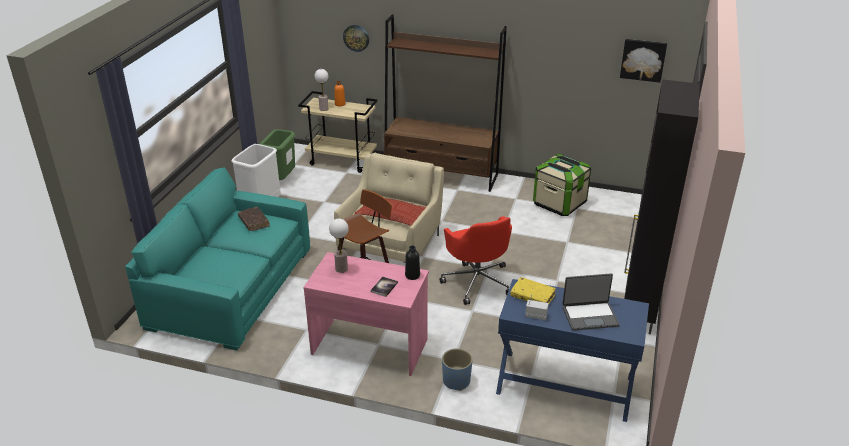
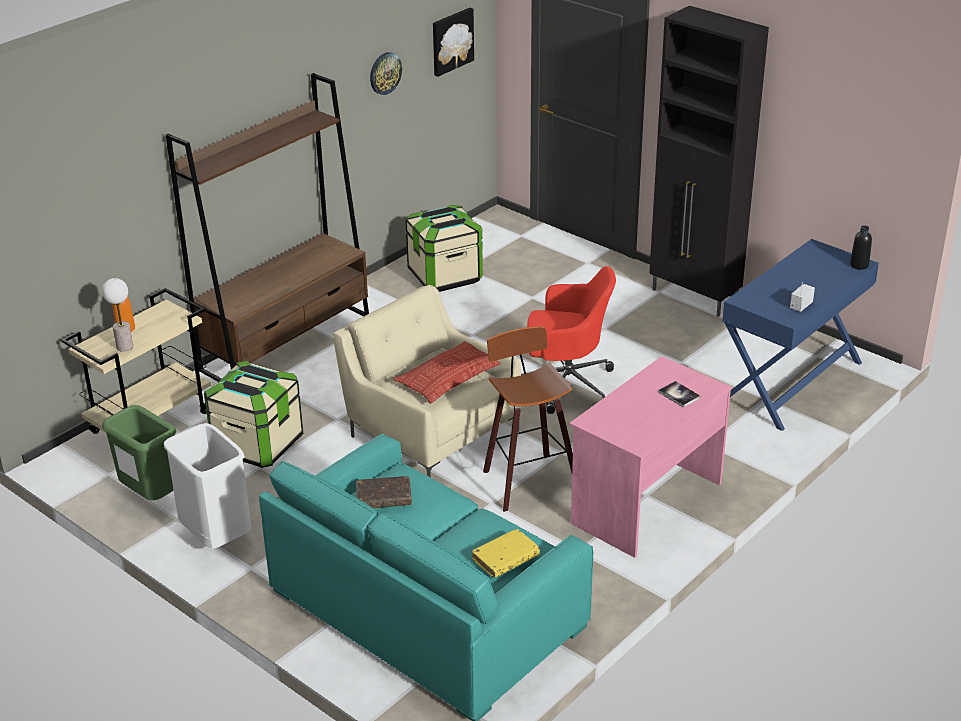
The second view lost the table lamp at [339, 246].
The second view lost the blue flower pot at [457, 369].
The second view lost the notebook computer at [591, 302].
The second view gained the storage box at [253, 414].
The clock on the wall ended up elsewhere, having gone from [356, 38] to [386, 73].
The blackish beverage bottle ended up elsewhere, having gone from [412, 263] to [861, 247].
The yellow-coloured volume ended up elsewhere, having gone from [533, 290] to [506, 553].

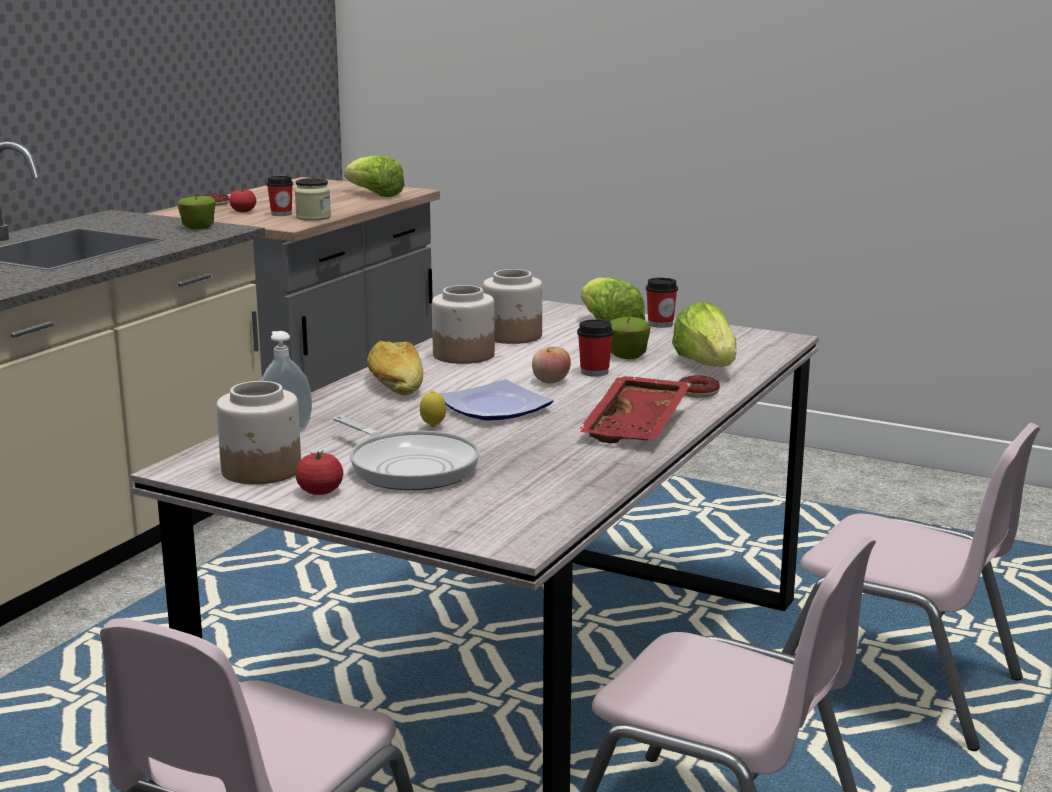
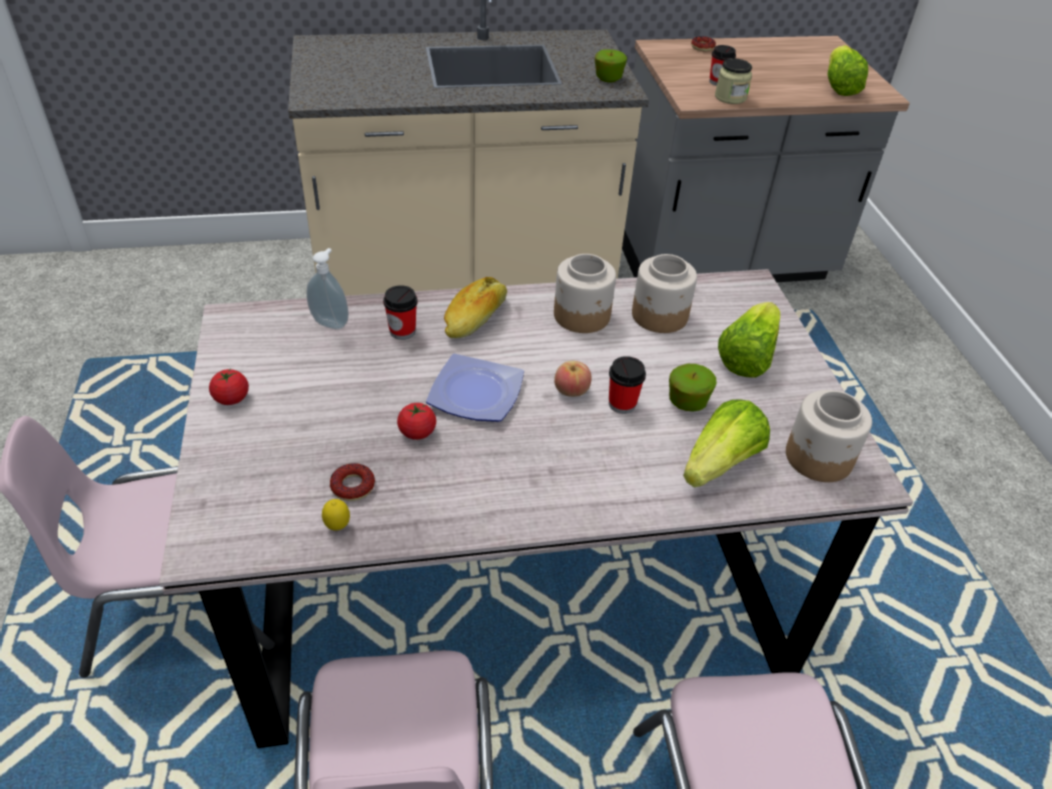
The second view lost the pan at [406, 452].
The second view lost the red-coloured serving tray at [634, 409].
The jar ended up elsewhere, having gone from [258, 433] to [829, 436].
The tomato ended up elsewhere, having gone from [242, 199] to [416, 421].
The lemon ended up elsewhere, having gone from [433, 409] to [336, 515].
The cup ended up elsewhere, having gone from [662, 302] to [400, 312].
The doughnut ended up elsewhere, having gone from [699, 387] to [352, 482].

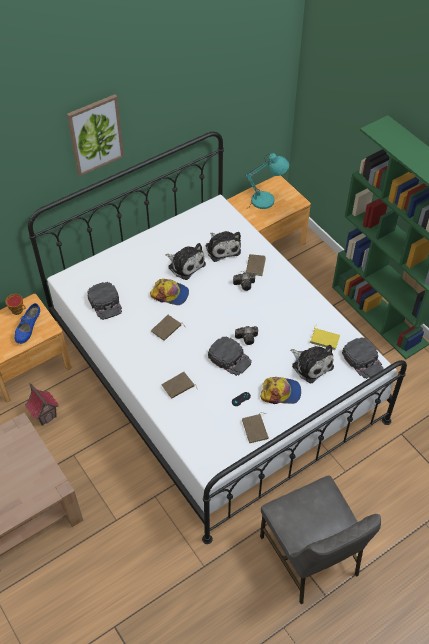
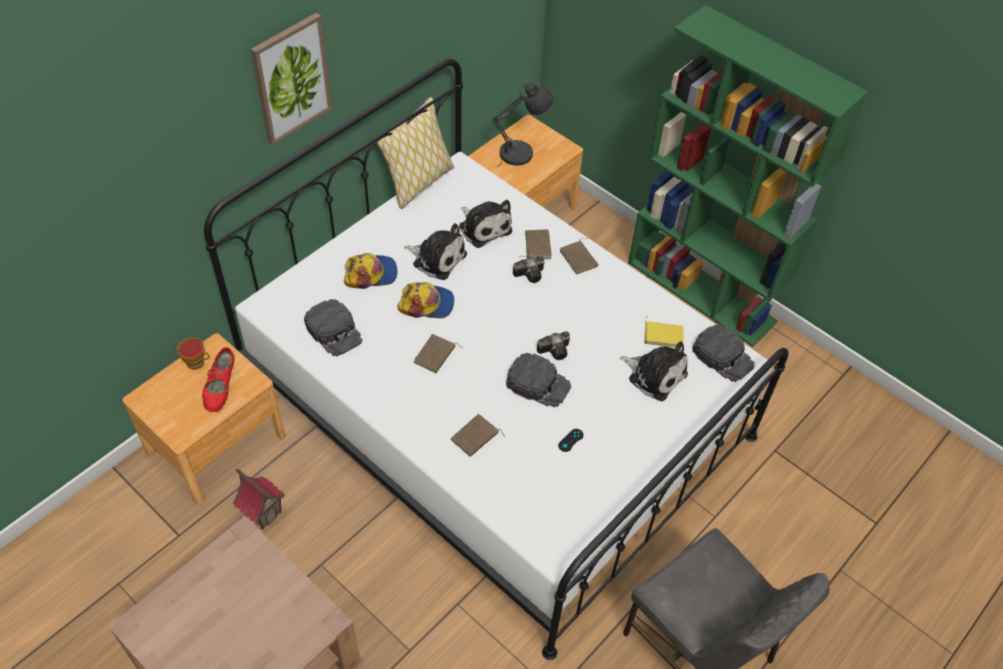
The second view gained the cushion at [415, 153].
The brown-coloured volume ended up elsewhere, having gone from [255, 428] to [578, 258].
The baseball cap ended up elsewhere, having gone from [280, 390] to [370, 271].
What was the blue low shoe at [27, 323] turned into the red-coloured low shoe at [218, 379].
What was the turquoise table lamp at [267, 181] turned into the greyish table lamp at [523, 124].

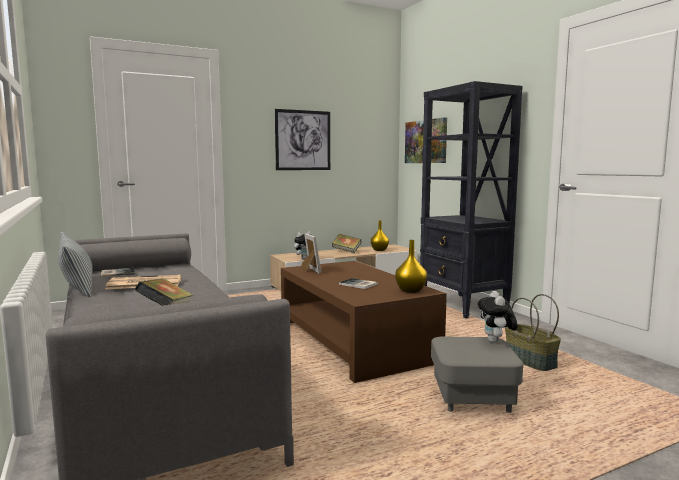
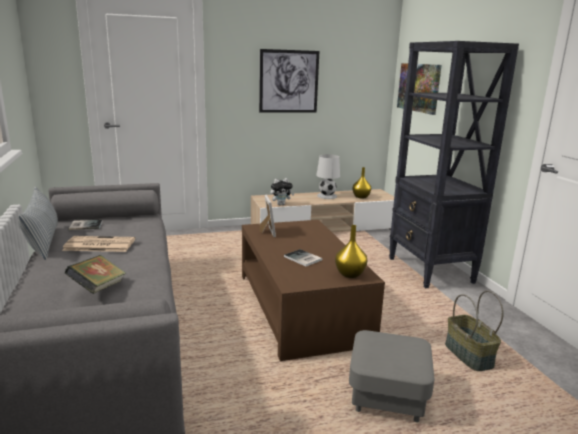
The second view lost the cuddly toy at [498, 317].
Where the volume stood at [347, 243], the whitish table lamp came to stand at [328, 176].

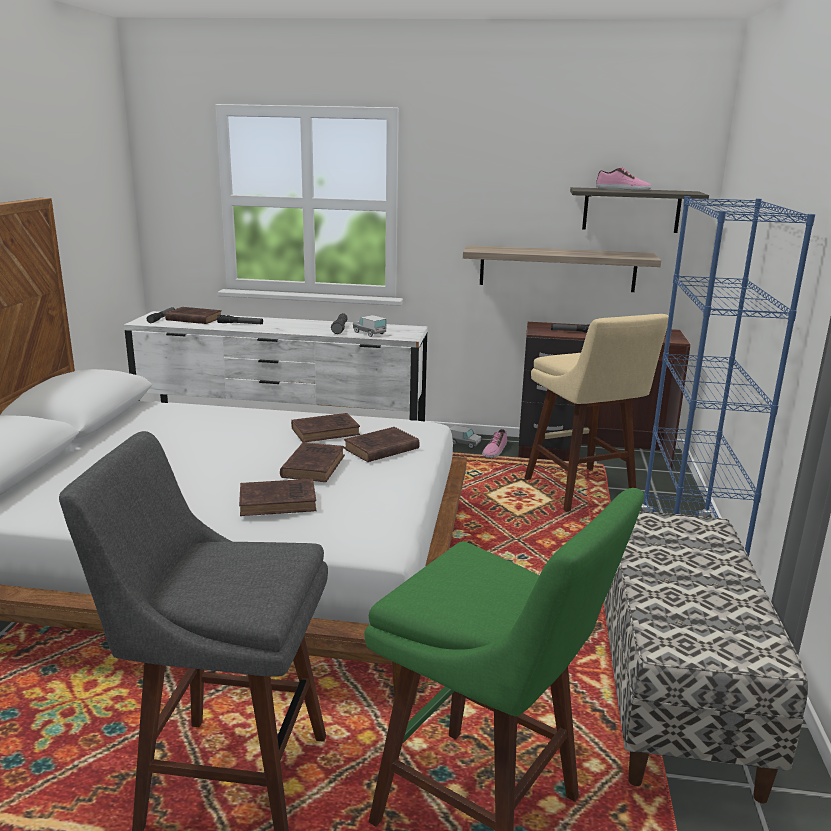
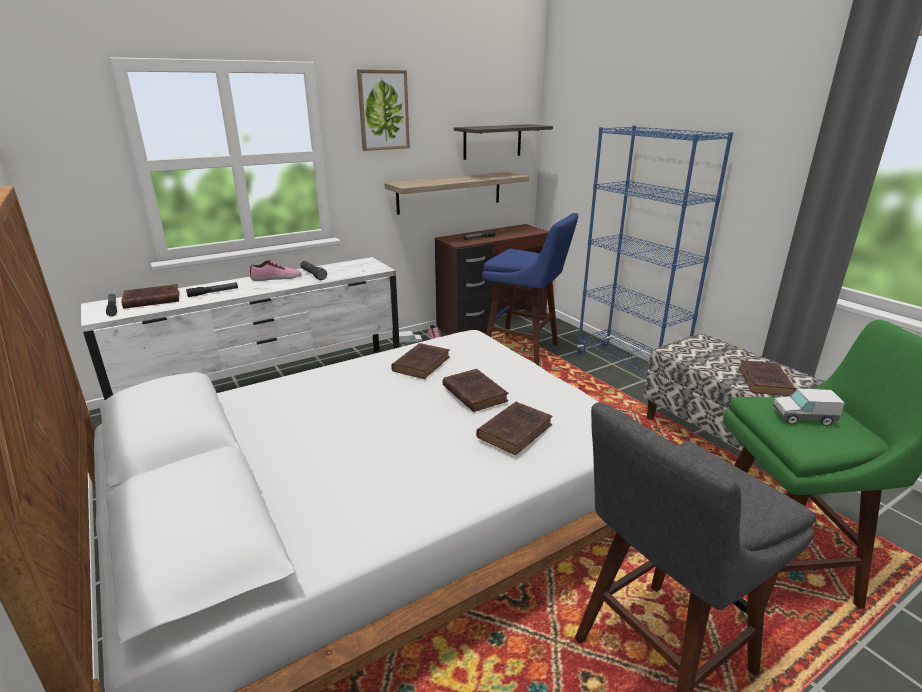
The second view gained the wall picture at [383, 110].
The brown-coloured volume ended up elsewhere, having gone from [382, 444] to [767, 378].
The model truck ended up elsewhere, having gone from [370, 326] to [809, 407].
The low shoe ended up elsewhere, having gone from [624, 178] to [275, 270].
What was the beige-coloured stool at [597, 413] turned into the blue stool at [530, 289].

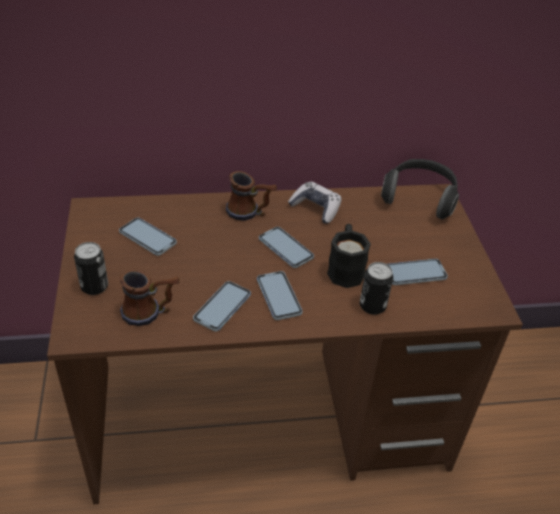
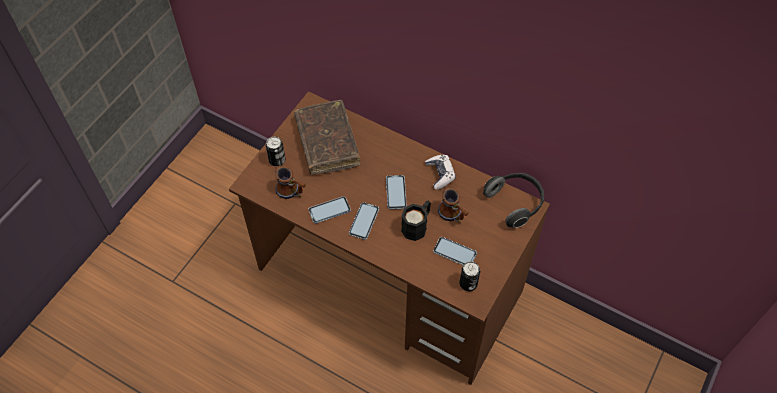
The coffee mug ended up elsewhere, having gone from [251, 196] to [453, 205].
The metal can ended up elsewhere, having gone from [376, 288] to [470, 276].
Where the telephone stood at [148, 237], the brown-coloured volume came to stand at [327, 137].

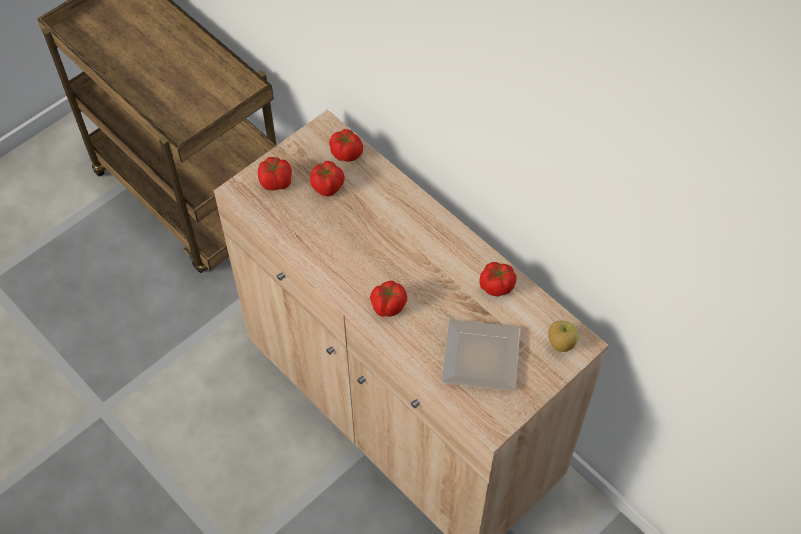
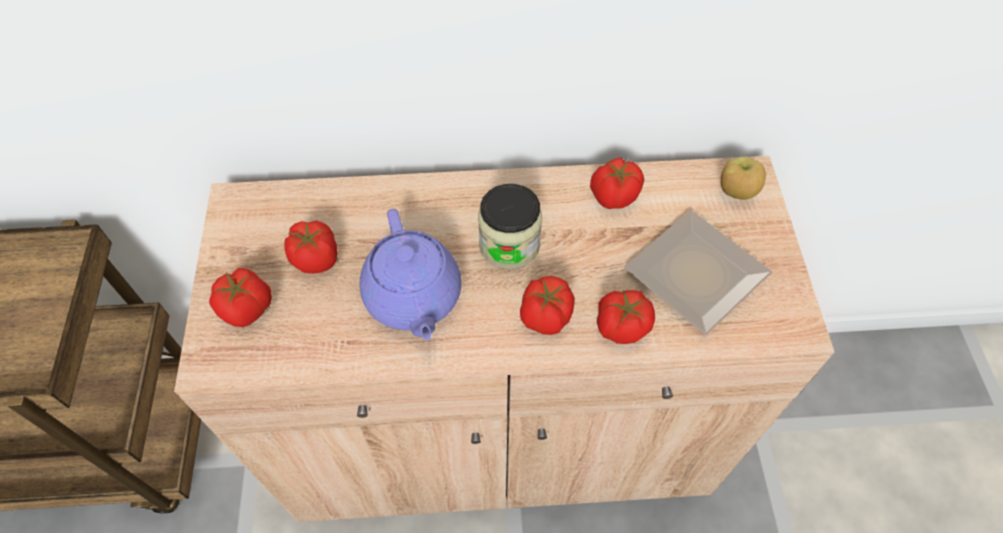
The second view gained the purplish tea pot at [410, 274].
The second view gained the jar at [510, 226].
The tomato ended up elsewhere, having gone from [346, 145] to [626, 317].

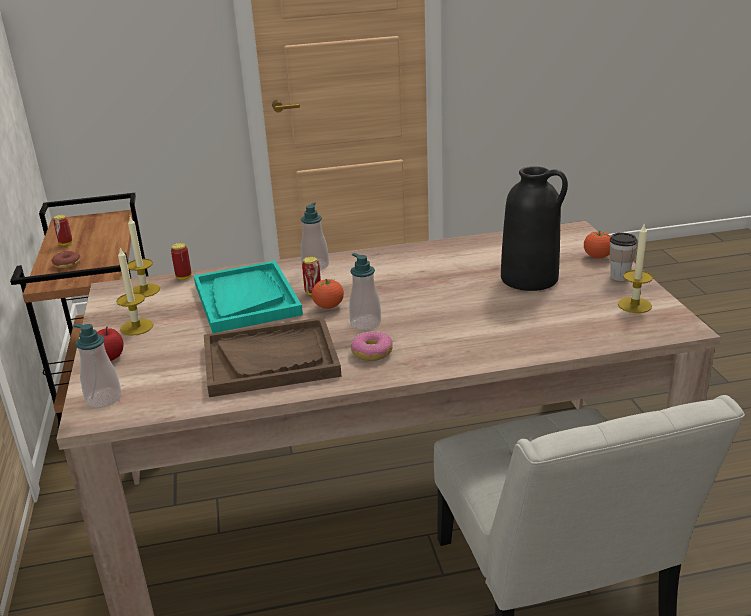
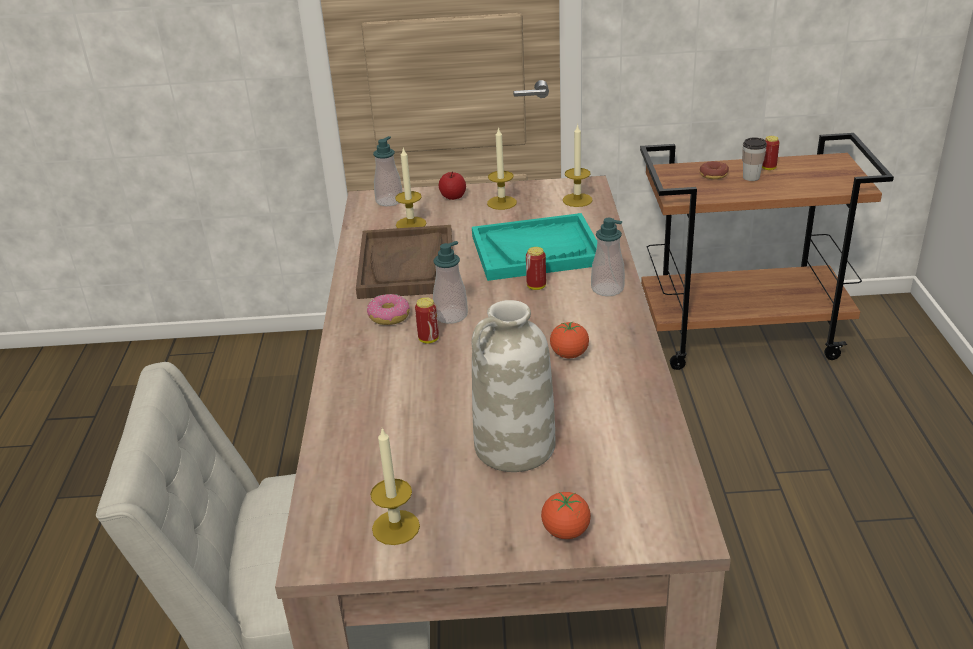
The second view gained the wax light at [410, 188].
The metal can ended up elsewhere, having gone from [181, 261] to [427, 320].
The tomato ended up elsewhere, having gone from [328, 294] to [569, 340].
The cup ended up elsewhere, having gone from [624, 257] to [754, 159].
What was the blackish flower vase at [534, 228] turned into the whitish flower vase at [514, 386].

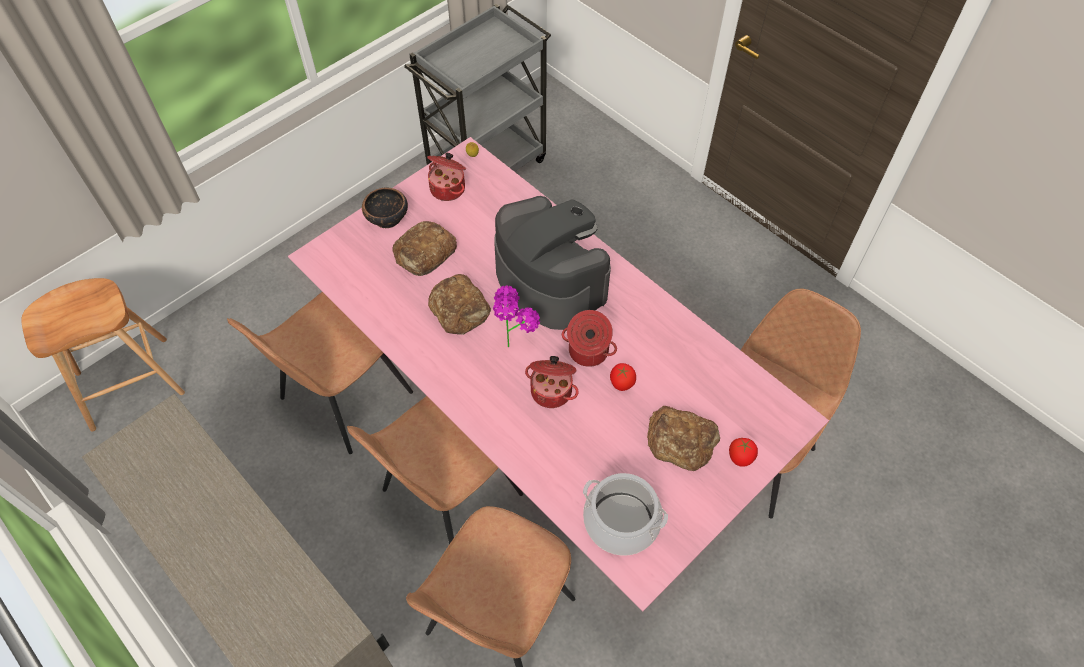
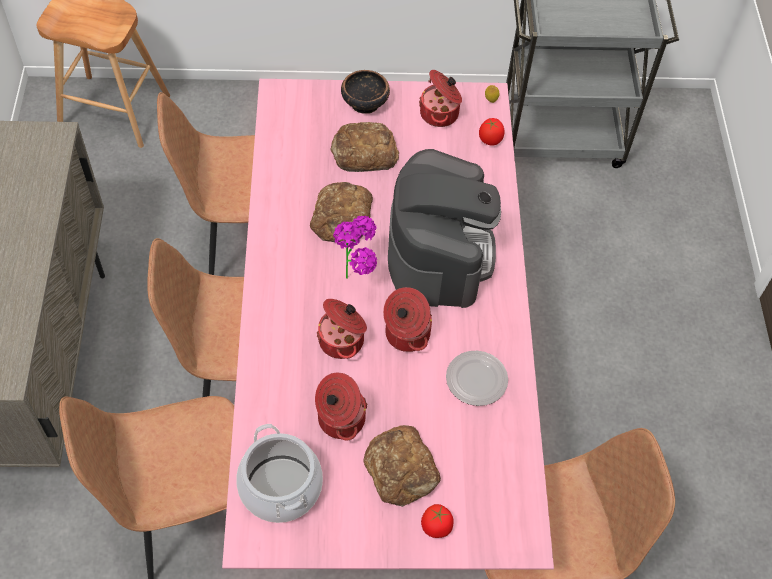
The second view gained the saucepot at [341, 407].
The second view gained the plate at [477, 378].
The tomato ended up elsewhere, having gone from [623, 377] to [492, 132].

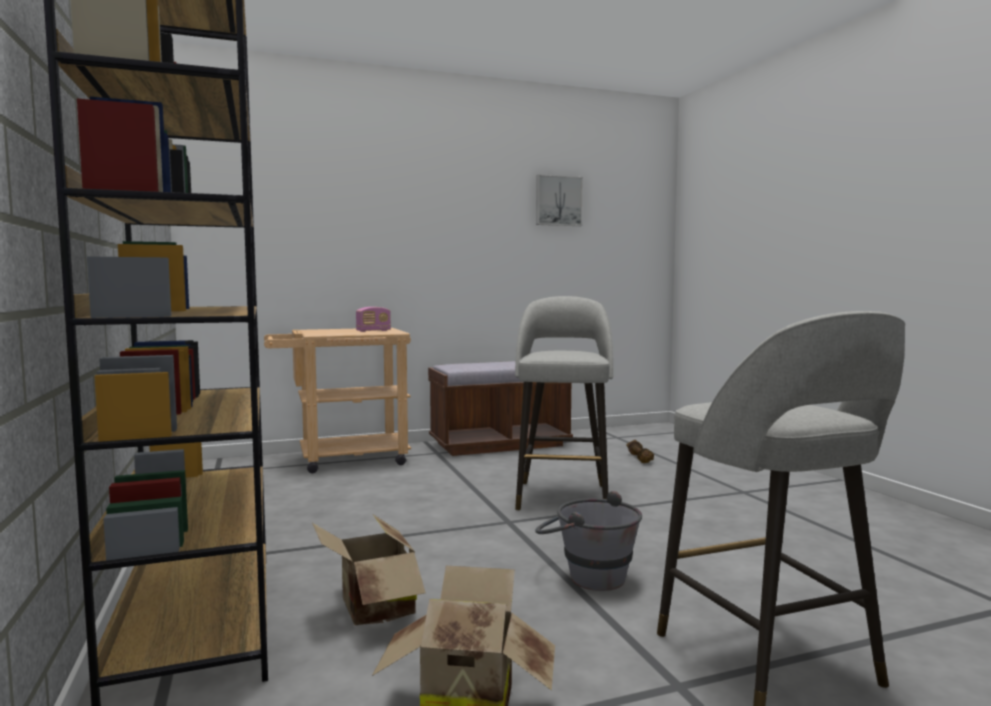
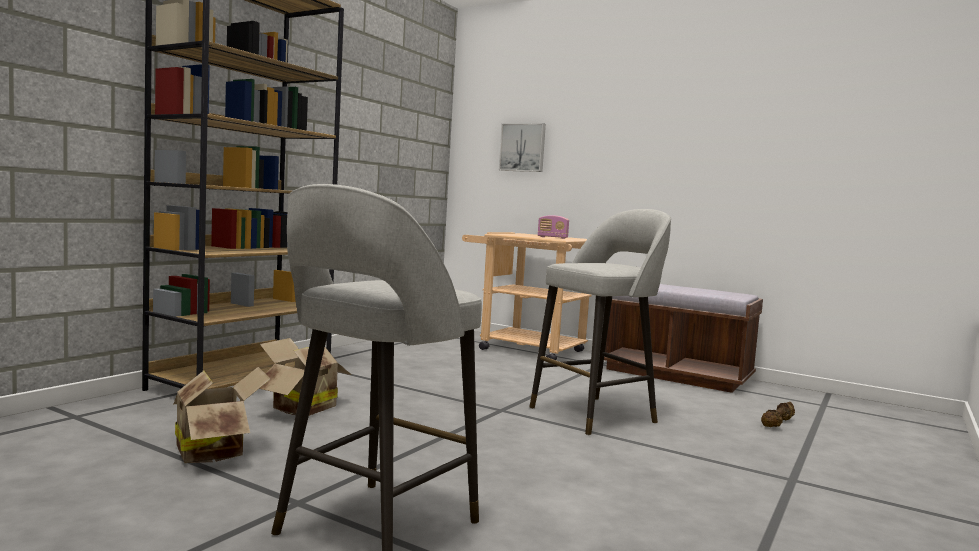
The second view lost the greyish water bucket at [588, 541].
The wall picture ended up elsewhere, having gone from [559, 200] to [522, 147].

